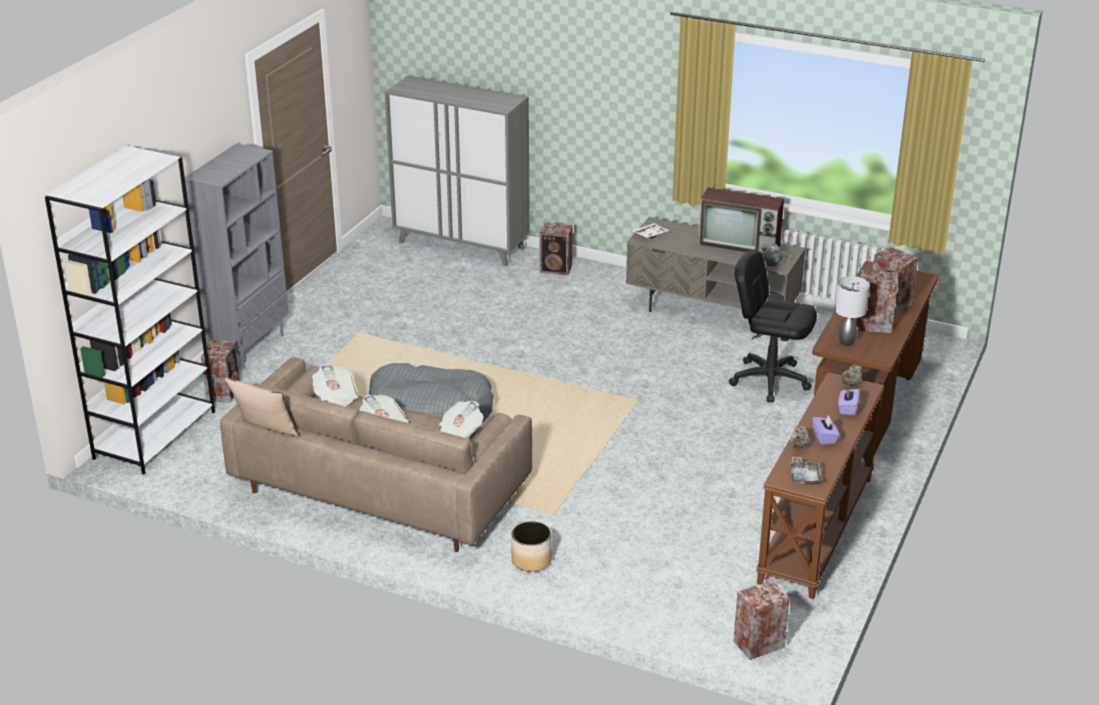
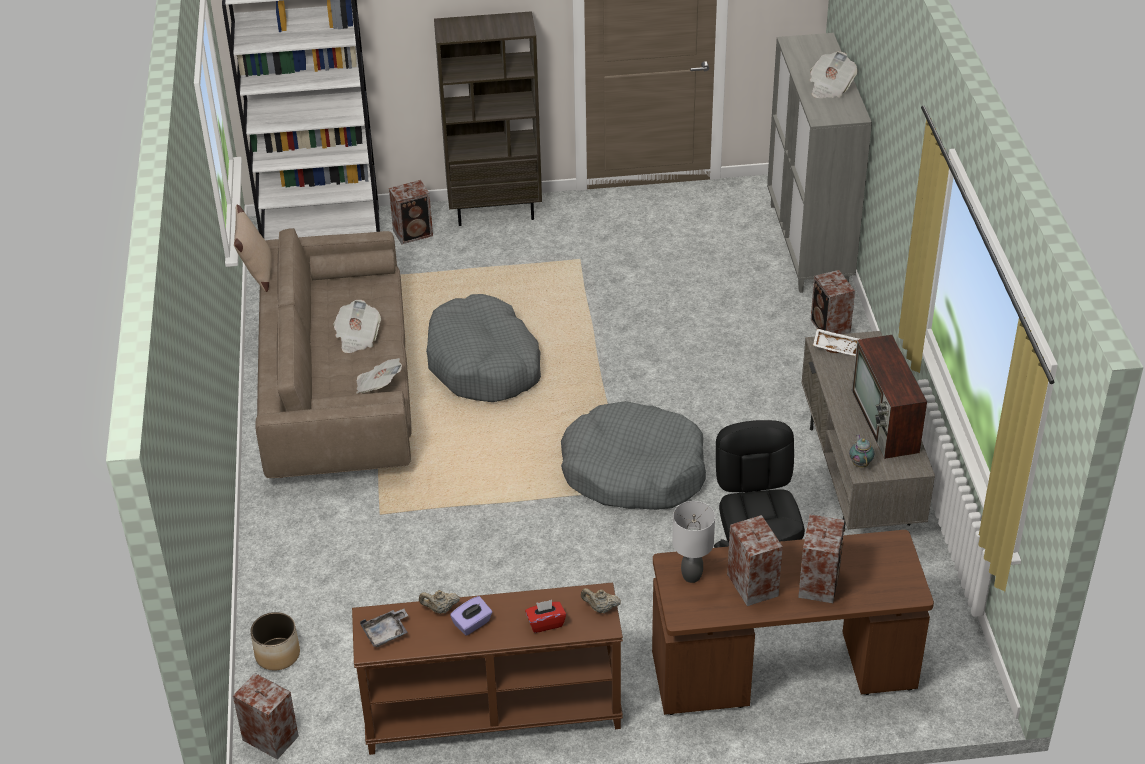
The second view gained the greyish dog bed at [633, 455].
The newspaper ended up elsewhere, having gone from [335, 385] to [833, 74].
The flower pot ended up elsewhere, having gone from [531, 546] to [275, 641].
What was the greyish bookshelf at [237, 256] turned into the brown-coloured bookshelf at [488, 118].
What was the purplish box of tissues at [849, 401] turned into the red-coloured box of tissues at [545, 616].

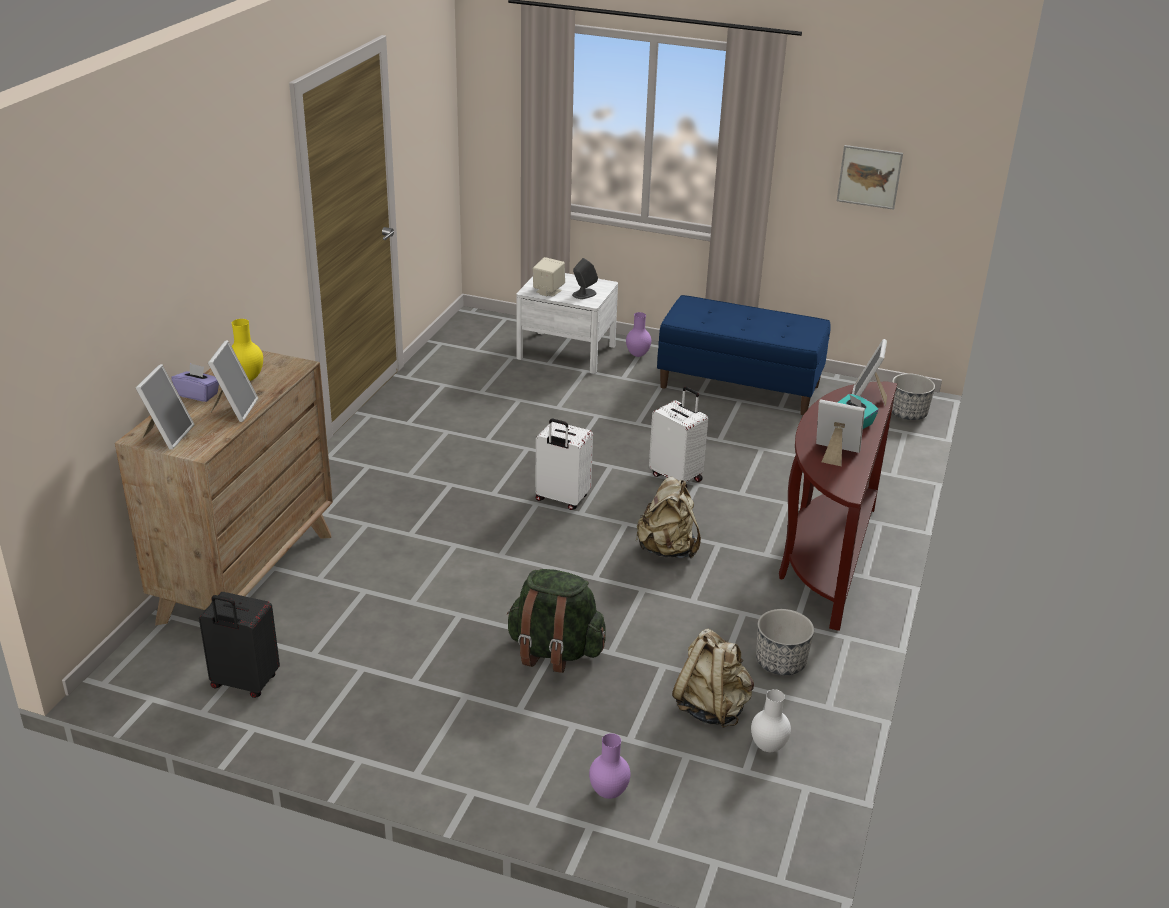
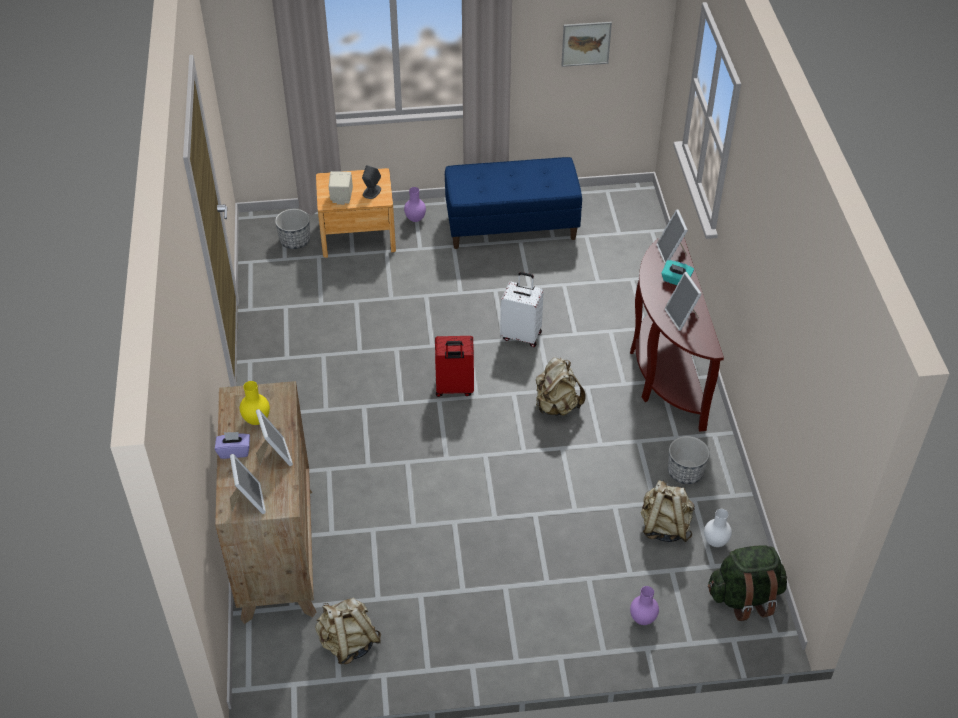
The green backpack ended up elsewhere, having gone from [556, 621] to [747, 583].
The flower pot ended up elsewhere, having gone from [913, 396] to [292, 229].
Where the blackish suitcase stood at [239, 645], the beige-coloured backpack came to stand at [348, 630].
What was the whitish bedside table at [567, 323] turned into the brown-coloured bedside table at [356, 213].
What was the whitish suitcase at [564, 464] turned into the red-coloured suitcase at [454, 366].
The photo frame at [840, 432] ended up facing another way, 105 degrees counterclockwise from before.

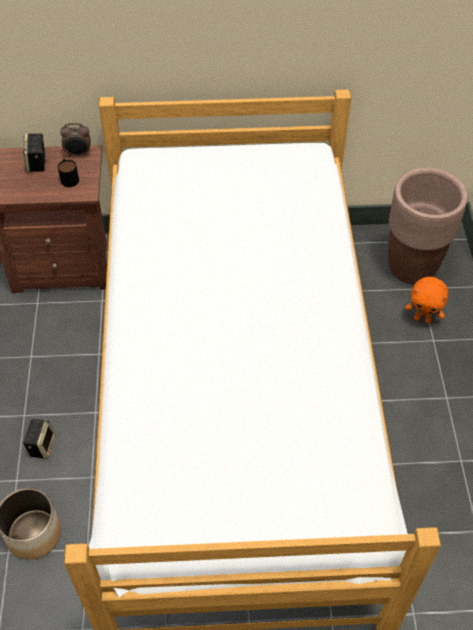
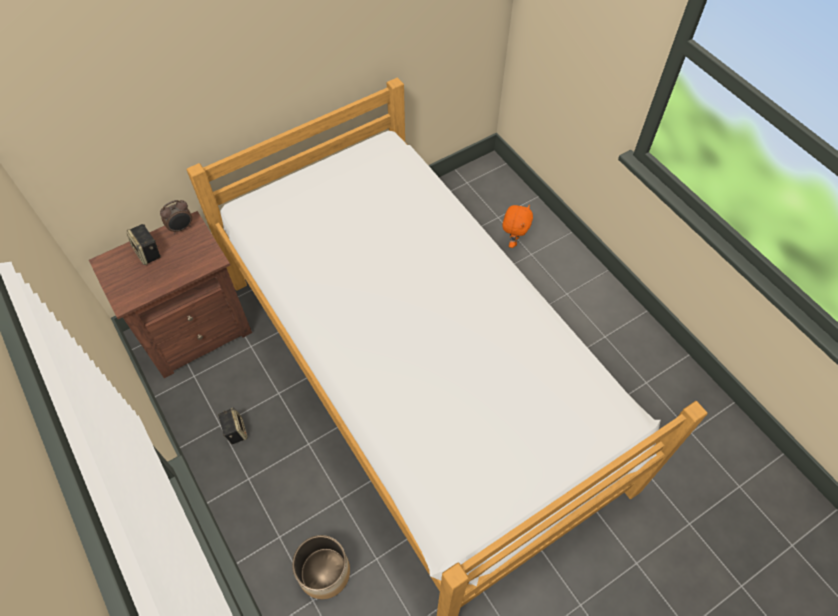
The second view lost the coffee mug at [68, 173].
The second view lost the brown-coloured flower pot at [428, 225].
The audio speaker ended up elsewhere, having gone from [39, 439] to [233, 426].
The orange cuddly toy at [426, 300] ended up facing another way, 60 degrees counterclockwise from before.

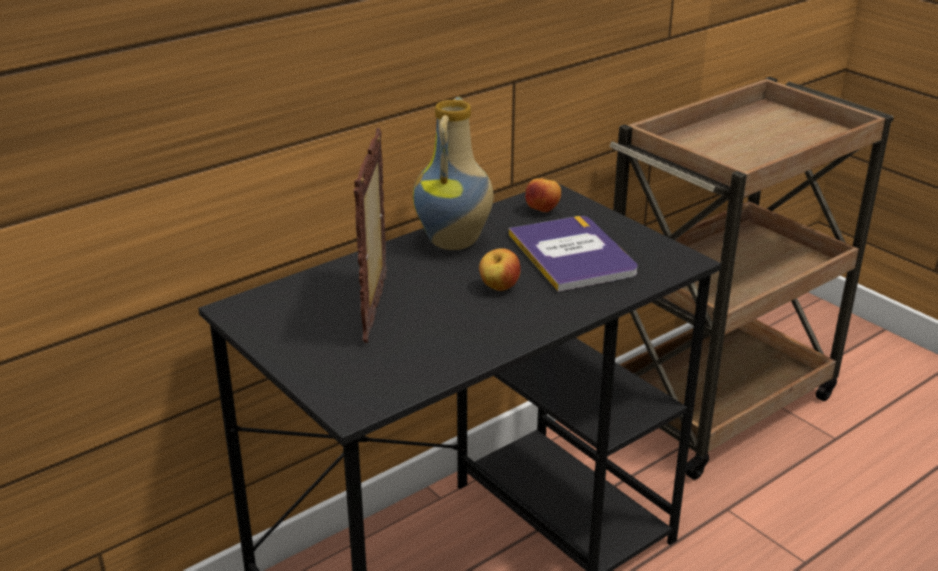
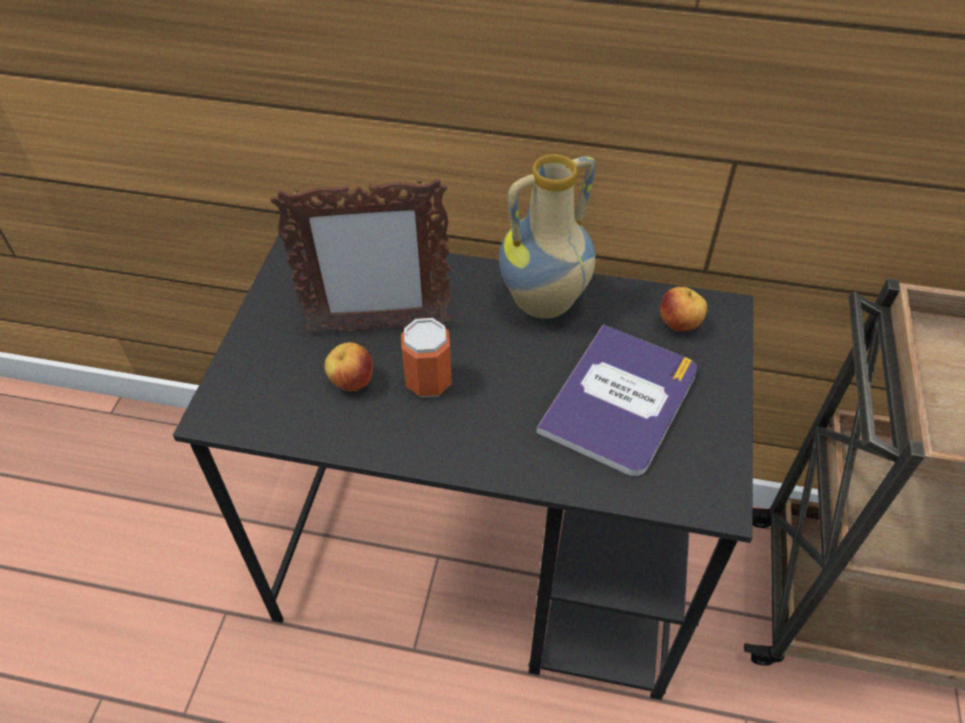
The second view gained the metal can at [426, 358].
The apple ended up elsewhere, having gone from [500, 269] to [348, 366].
The photo frame at [370, 235] ended up facing another way, 150 degrees counterclockwise from before.

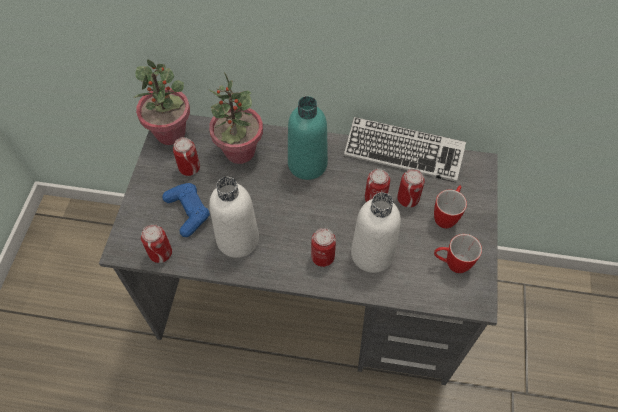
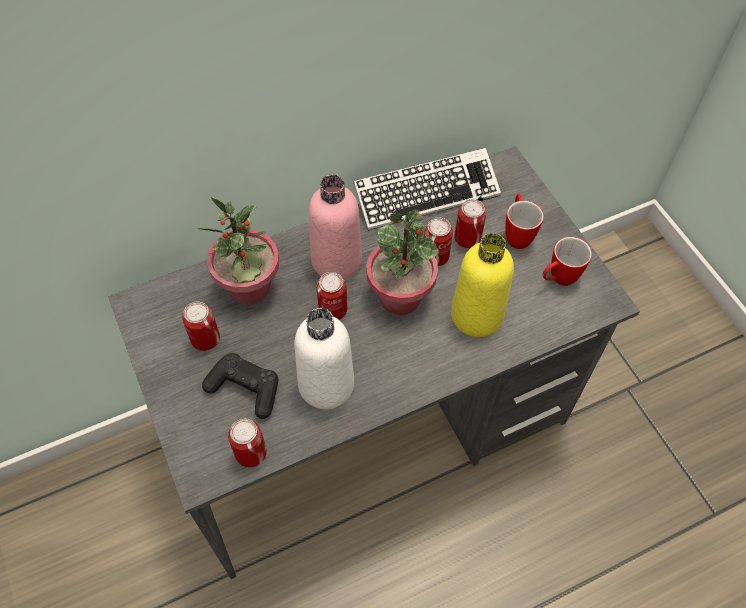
The plant in a pot ended up elsewhere, having gone from [162, 102] to [402, 262].
The metal can ended up elsewhere, having gone from [323, 247] to [332, 296].
What was the blue joypad at [186, 210] turned into the blackish joypad at [240, 386].
What was the turquoise beverage bottle at [308, 138] turned into the pink beverage bottle at [335, 227].
What was the whitish beverage bottle at [376, 232] turned into the yellow-coloured beverage bottle at [482, 285].

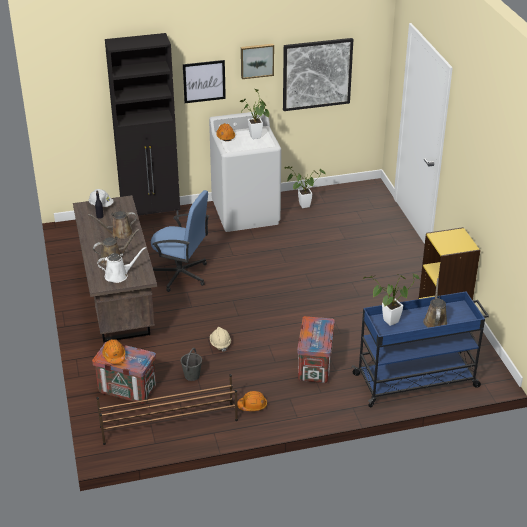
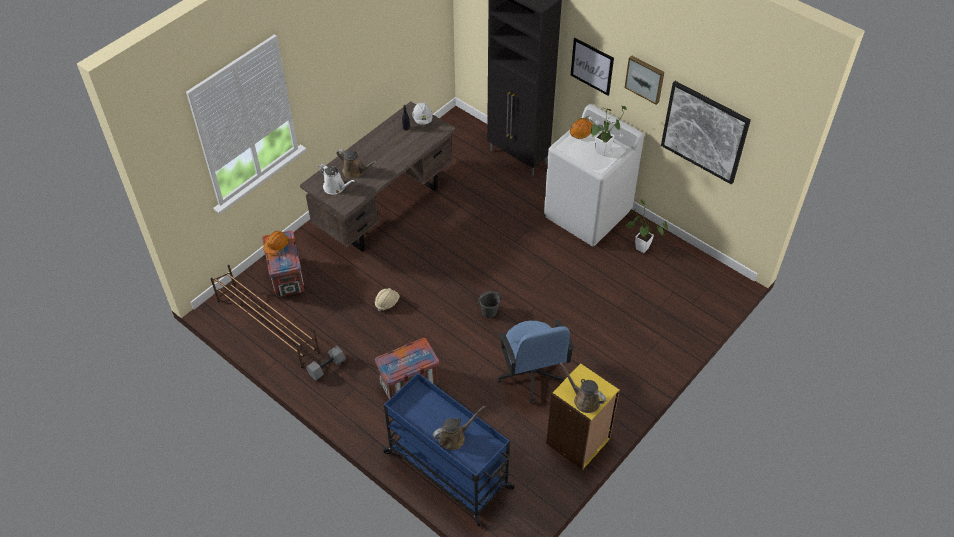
The second view lost the plant in a pot at [391, 300].
The brown-coloured watering can ended up elsewhere, having gone from [112, 225] to [583, 388].
The blue office chair ended up elsewhere, having gone from [180, 241] to [535, 362].
The greyish water bucket ended up elsewhere, having gone from [191, 364] to [489, 305].
Where the orange safety helmet stood at [252, 401], the greyish free weight came to stand at [326, 363].

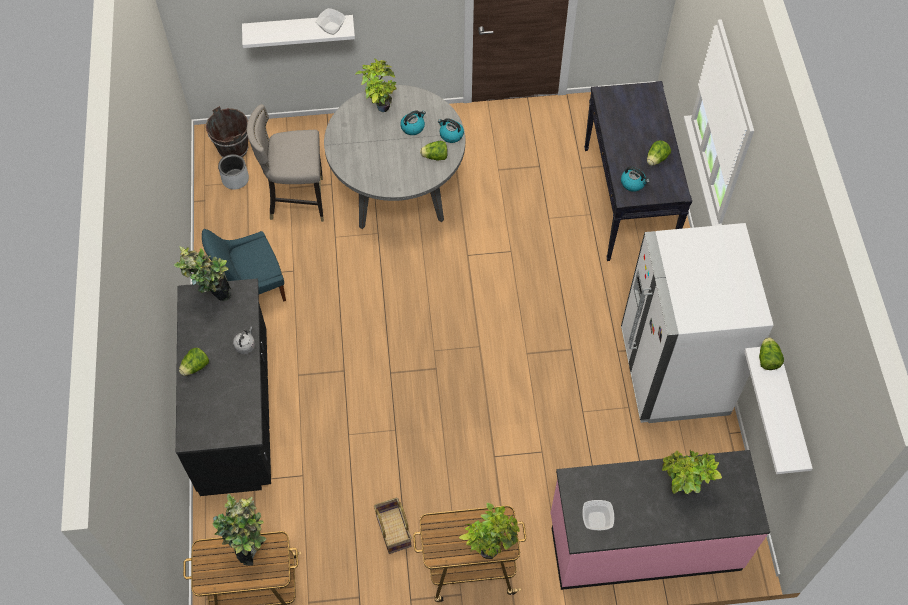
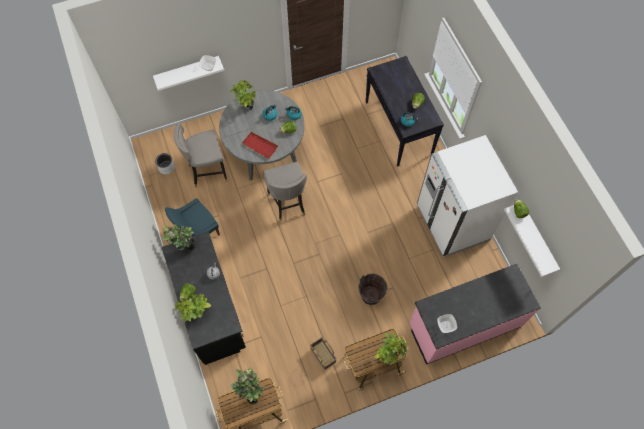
The second view gained the red-coloured serving tray at [260, 145].
The second view gained the greyish stool at [285, 192].
The brown-coloured water bucket ended up elsewhere, having gone from [226, 131] to [372, 289].
The plant in a pot ended up elsewhere, having gone from [692, 472] to [193, 307].

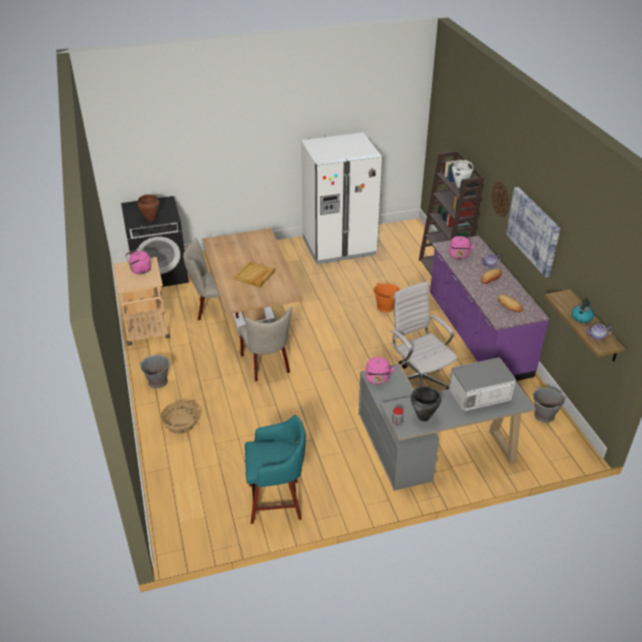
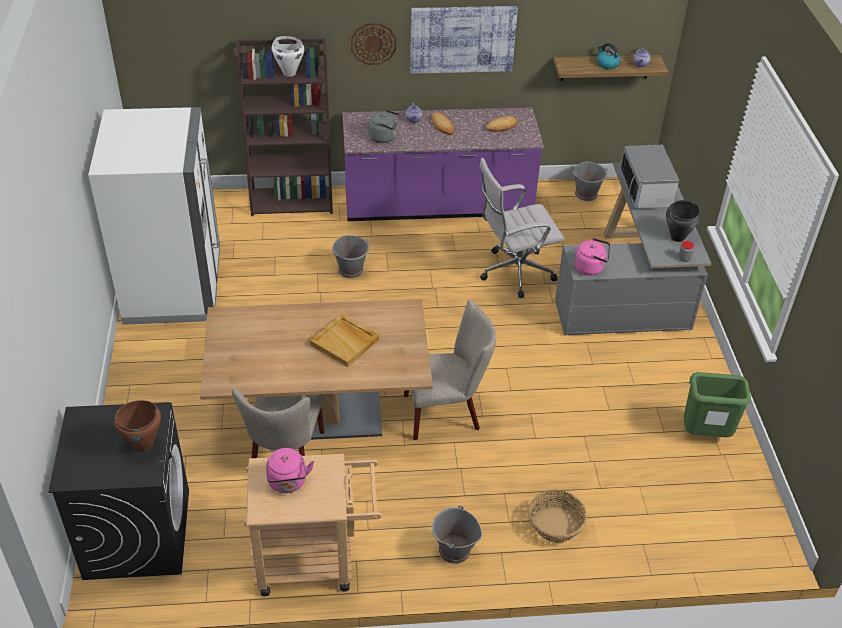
Where the turquoise stool stood at [275, 469], the green waste bin came to stand at [717, 404].
What was the orange water bucket at [386, 297] turned into the greyish water bucket at [350, 257].
What was the pink kettle at [462, 247] turned into the greyish kettle at [384, 126].

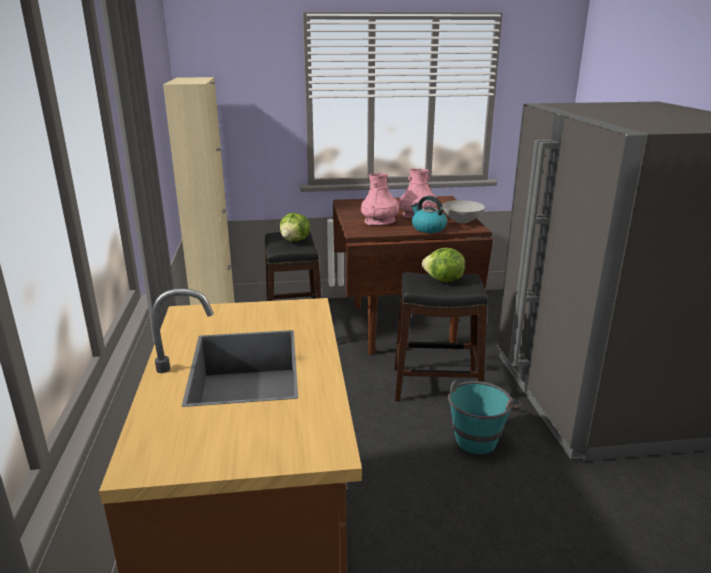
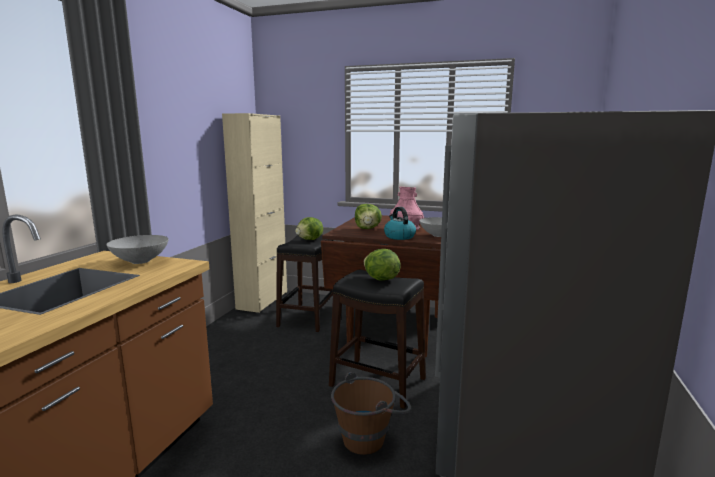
The second view gained the greyish bowl at [137, 249].
Where the pink flower vase stood at [380, 199], the lettuce head came to stand at [368, 216].
What was the turquoise water bucket at [485, 417] turned into the brown-coloured water bucket at [371, 413].

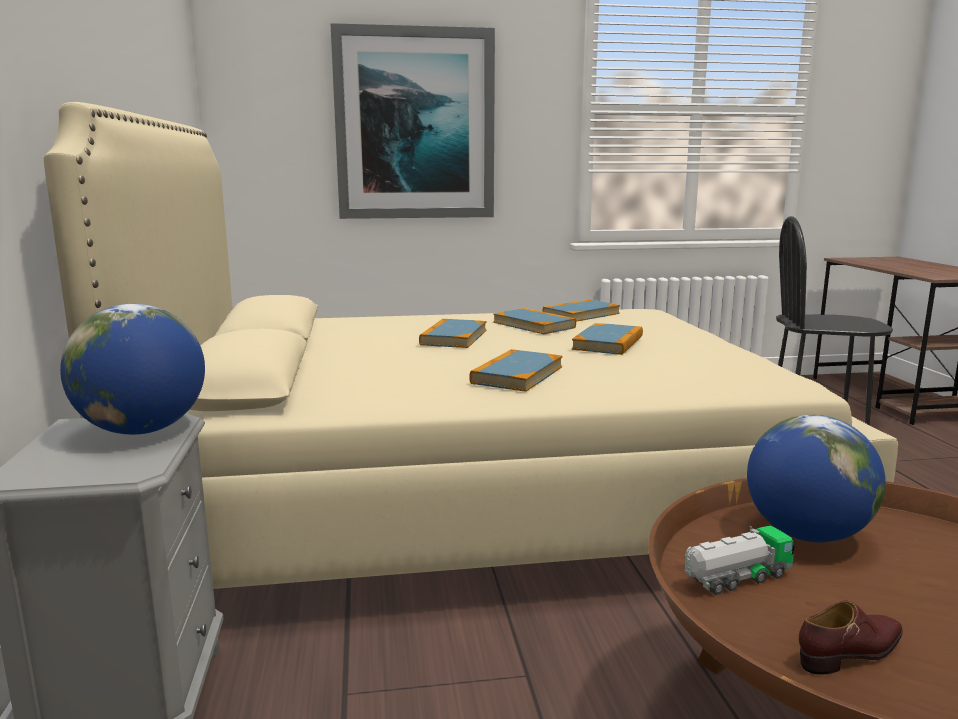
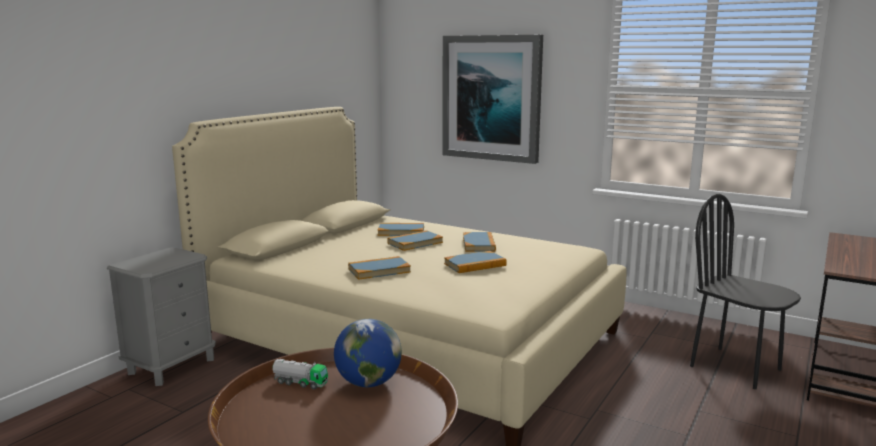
The second view lost the world globe at [132, 369].
The second view lost the brown-coloured low shoe at [851, 638].
The volume ended up elsewhere, having gone from [581, 310] to [401, 229].

